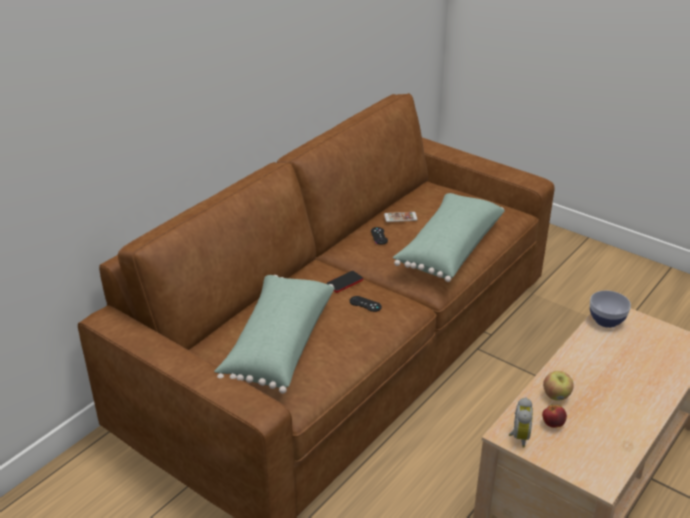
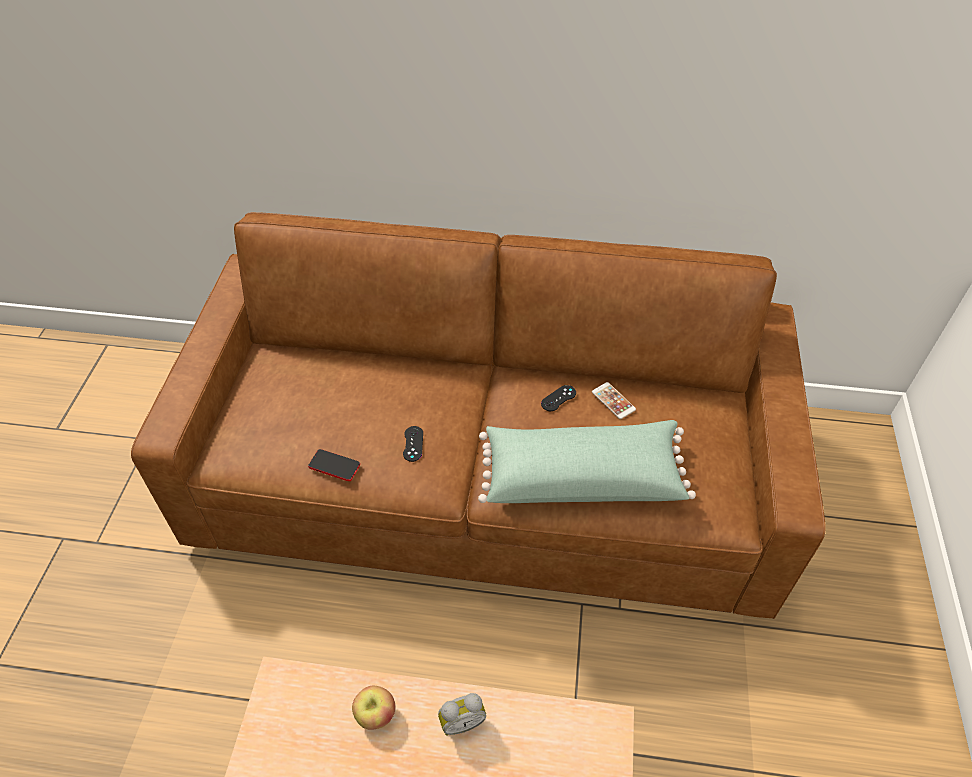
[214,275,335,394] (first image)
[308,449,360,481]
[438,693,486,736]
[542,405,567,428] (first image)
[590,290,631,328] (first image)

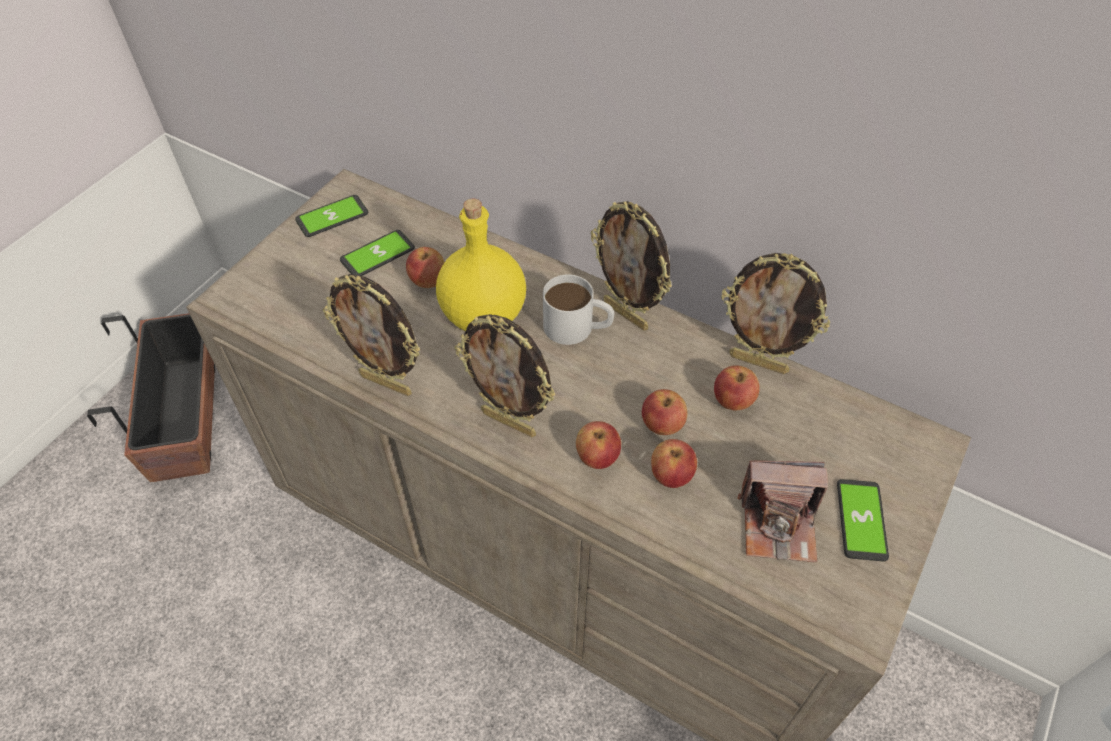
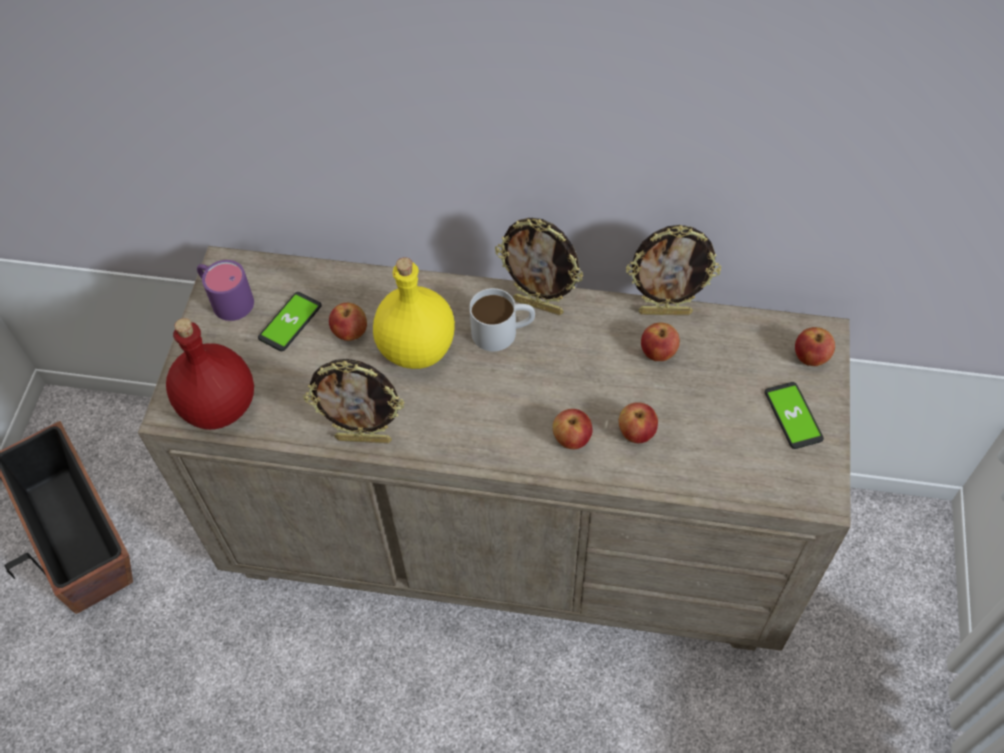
[197,260,254,321]
[455,314,555,437] (first image)
[795,327,835,366]
[737,461,828,562] (first image)
[166,318,254,430]

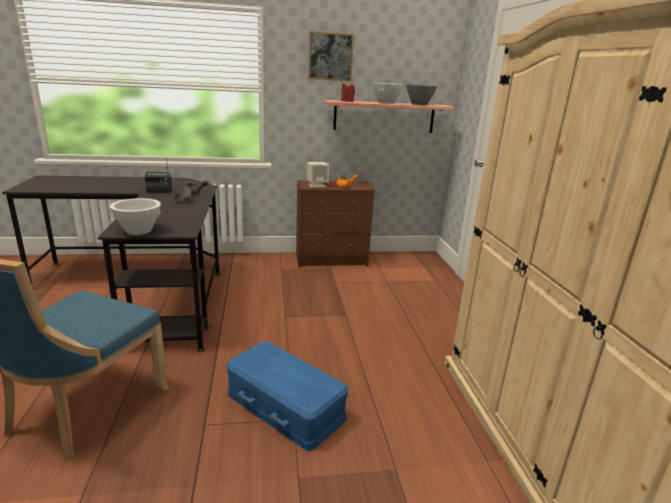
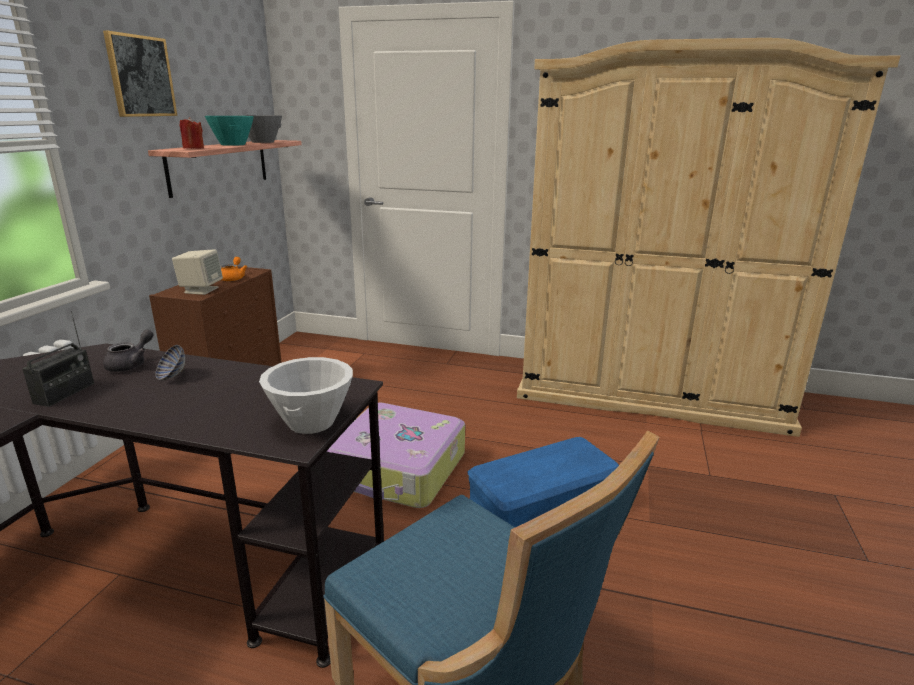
[205,116,254,146]
[326,403,465,508]

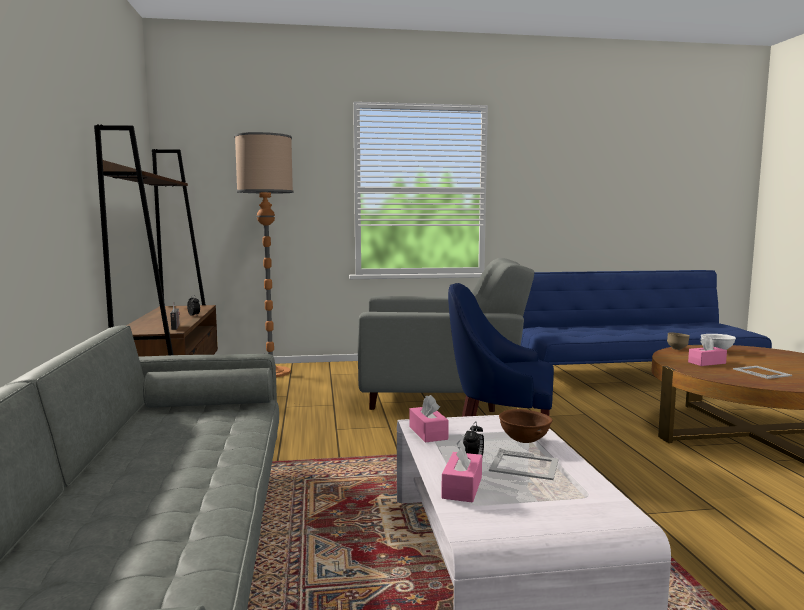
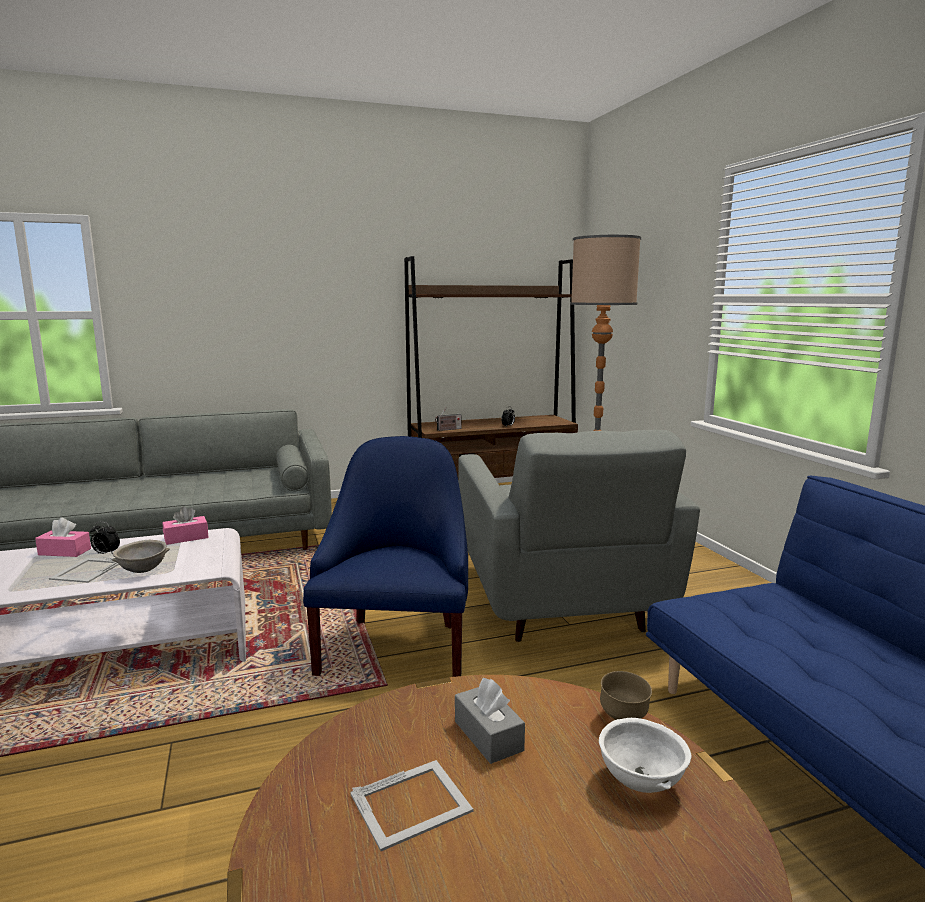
[112,540,170,573]
[455,678,525,764]

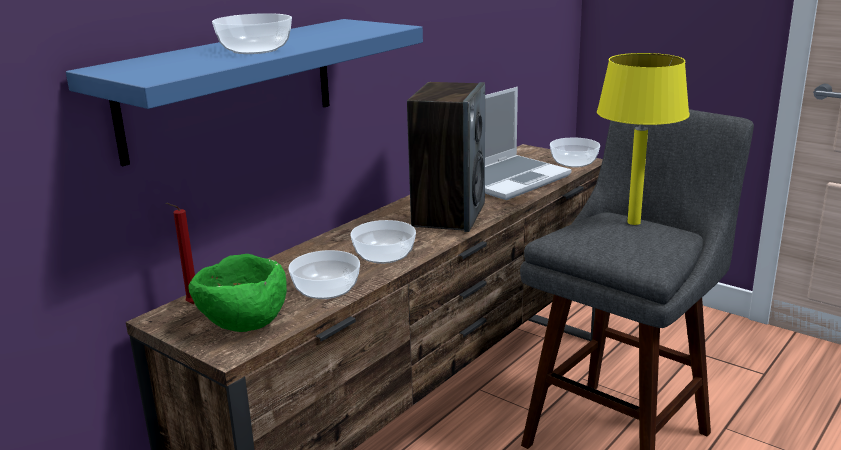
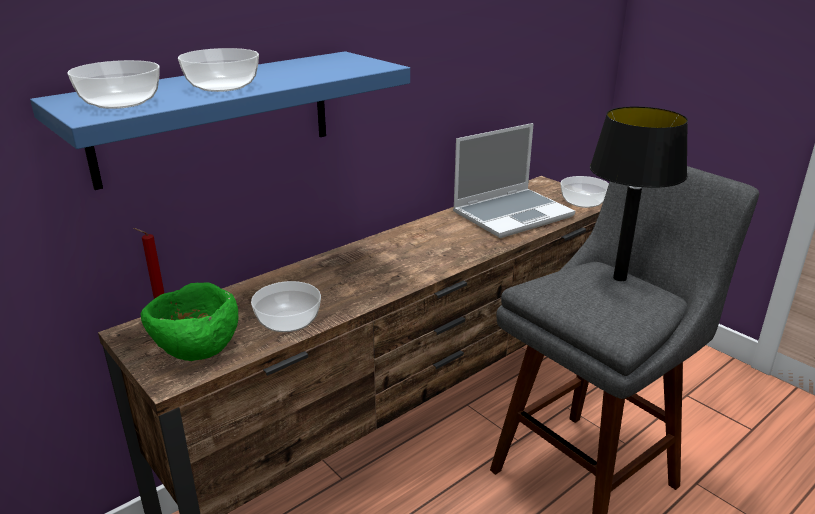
[67,60,160,109]
[407,82,485,232] (first image)
[590,106,688,281]

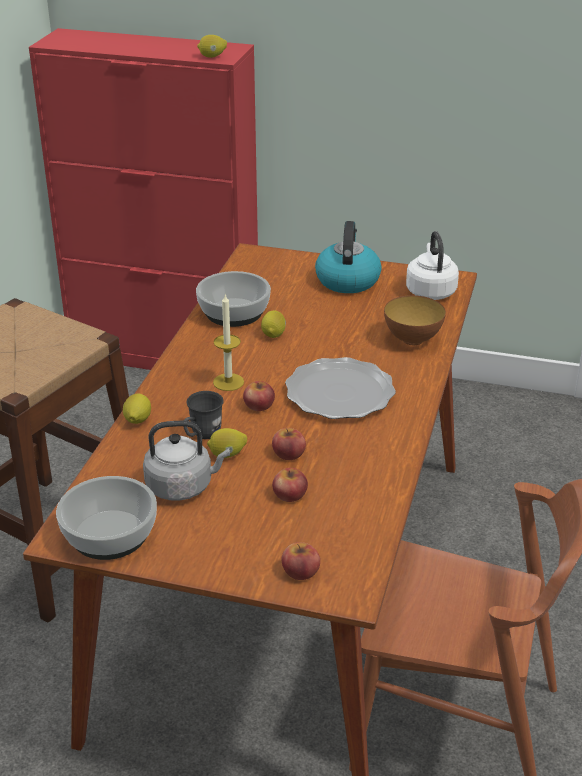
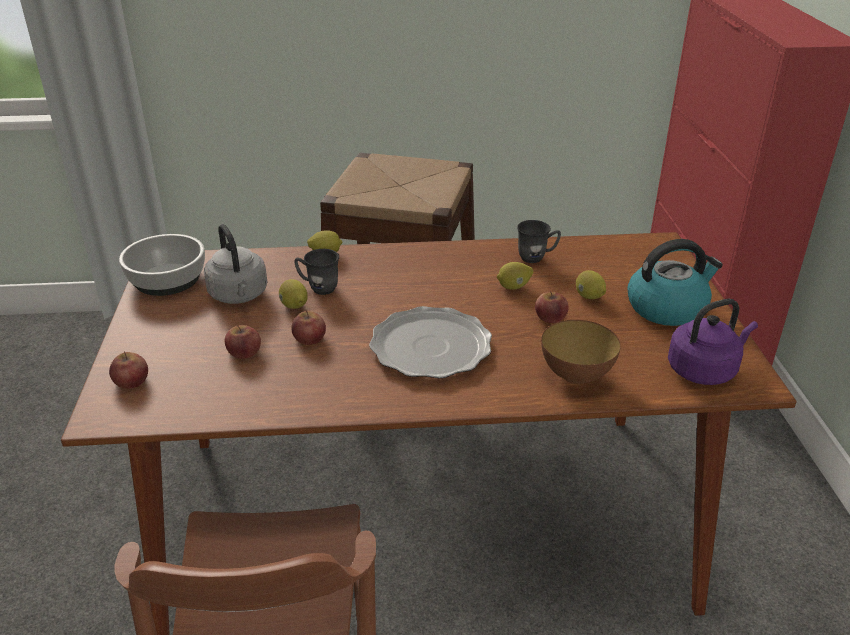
[517,220,561,263]
[576,270,606,299]
[213,293,244,391] (first image)
[535,291,569,323]
[668,299,758,385]

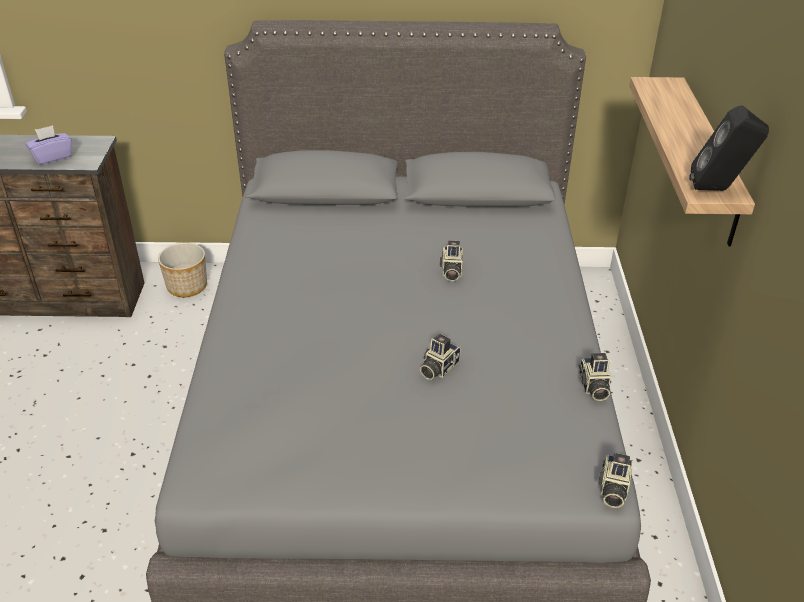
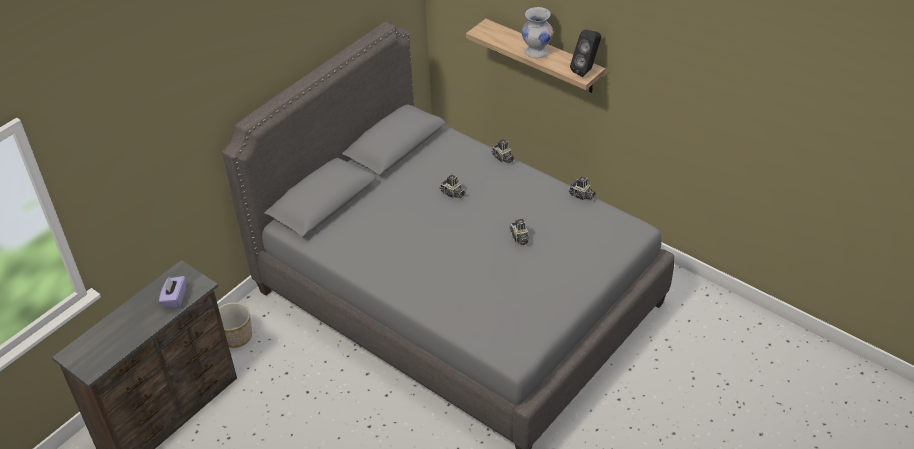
[491,139,514,164]
[522,7,553,58]

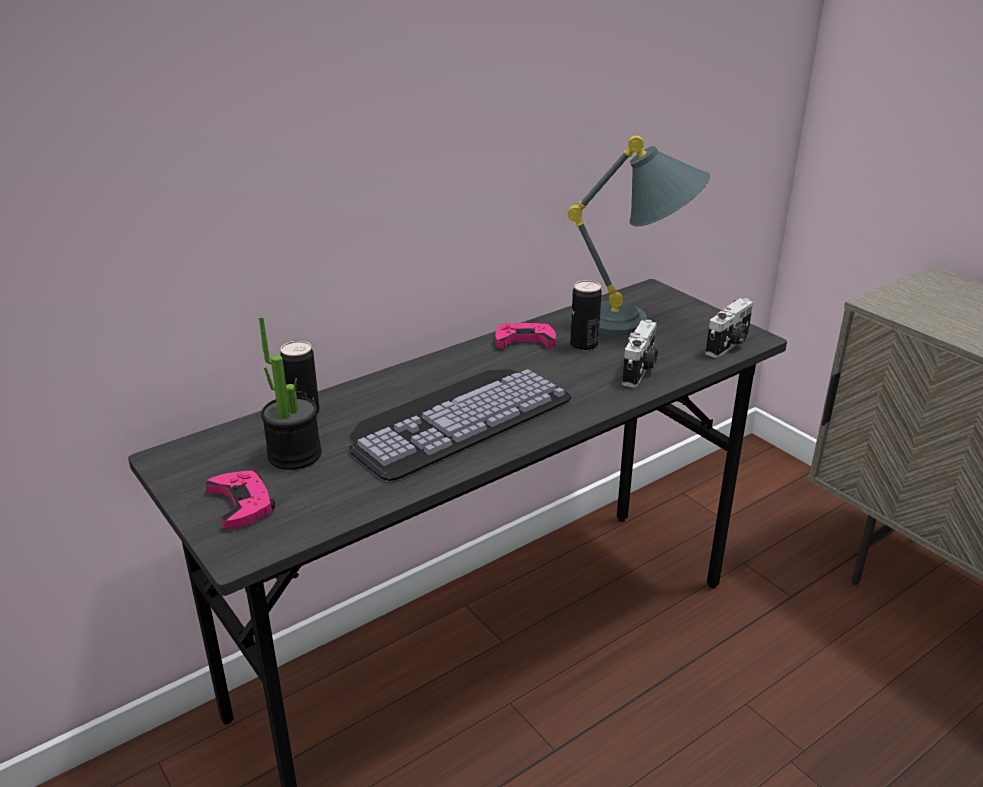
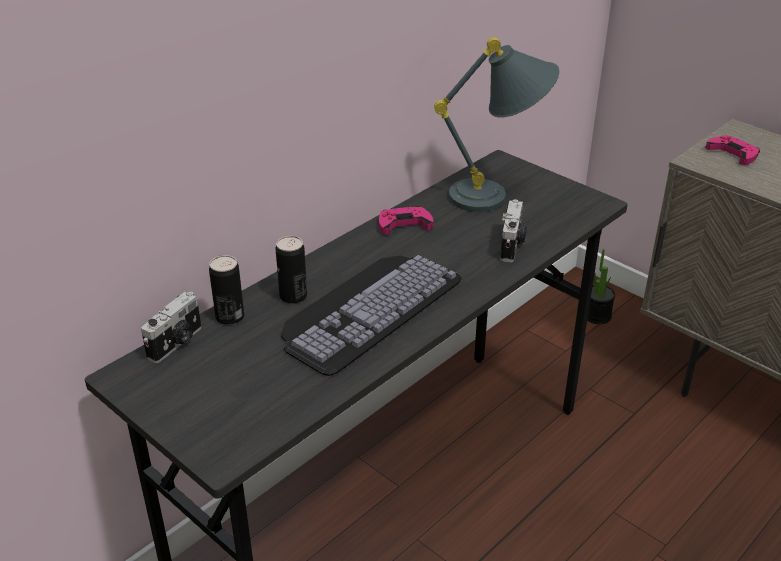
[705,135,760,165]
[587,249,615,324]
[276,236,307,304]
[141,292,201,364]

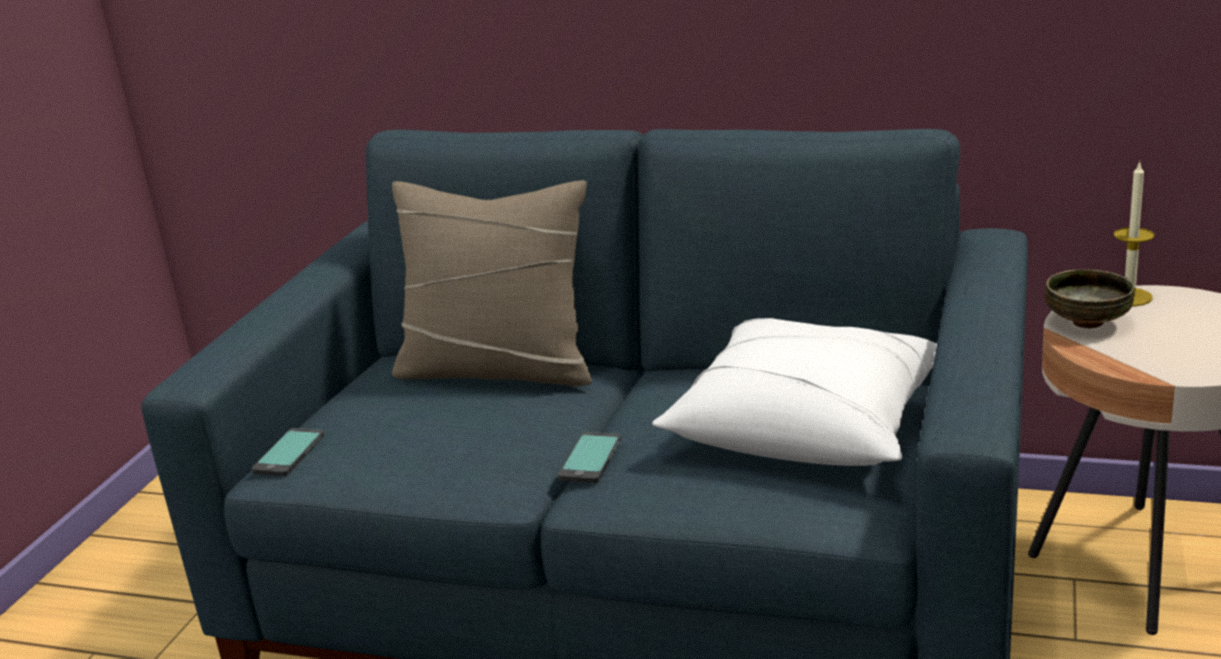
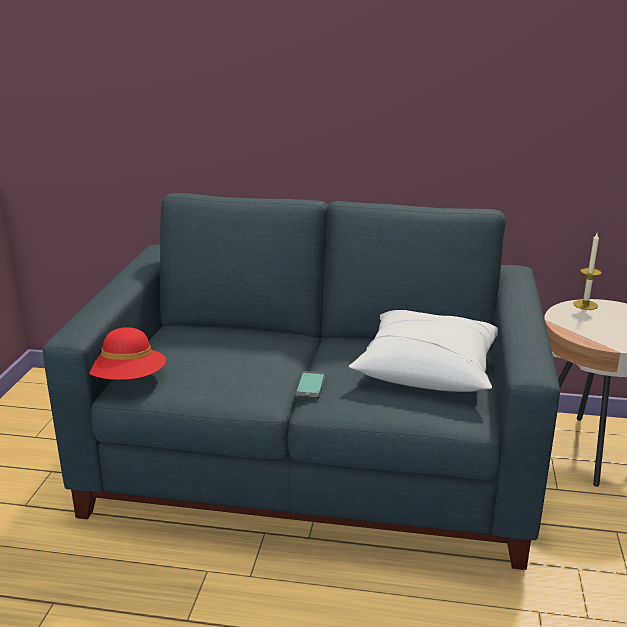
[89,327,166,380]
[392,180,592,386] (first image)
[1045,269,1134,328] (first image)

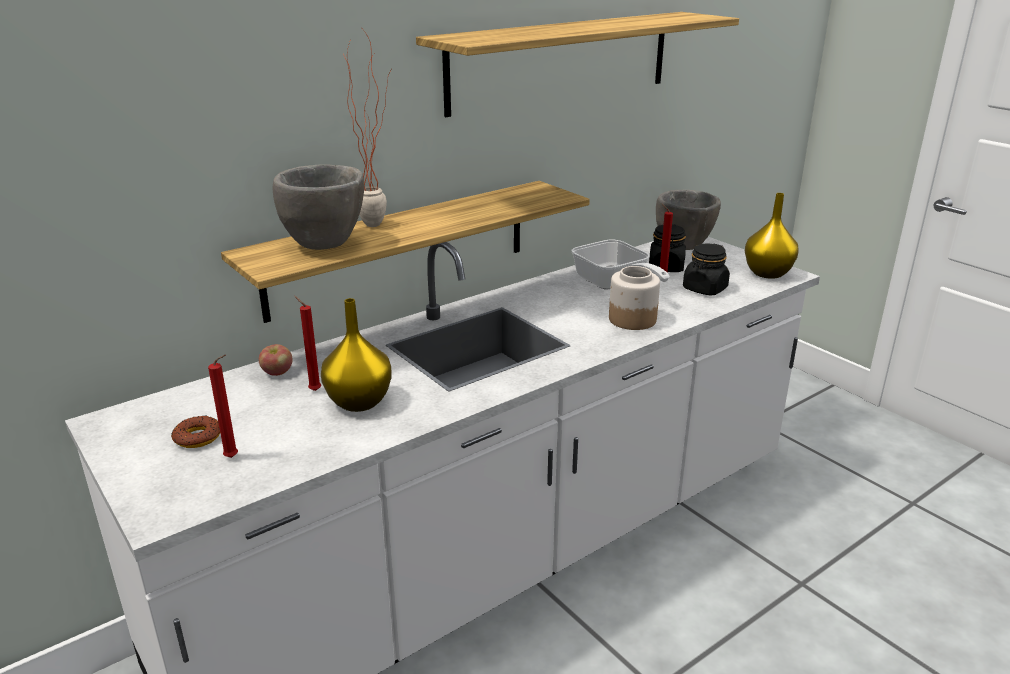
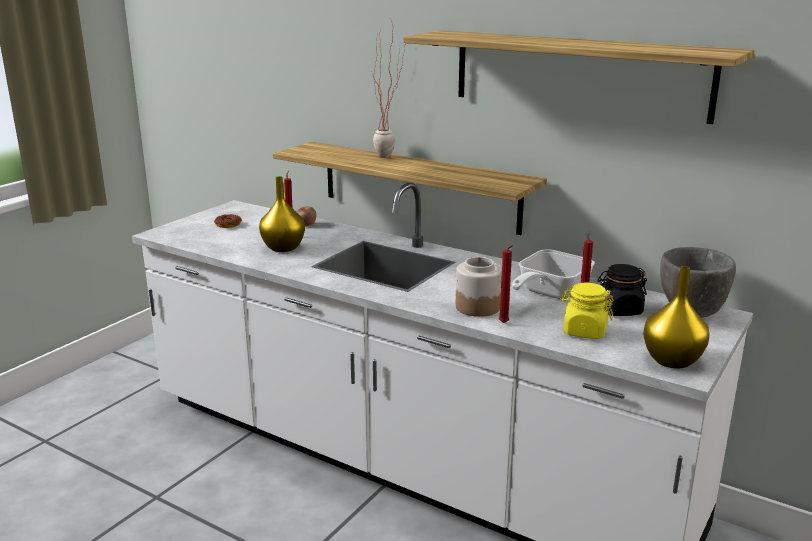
[499,245,512,323]
[273,164,364,250] (first image)
[561,283,614,339]

